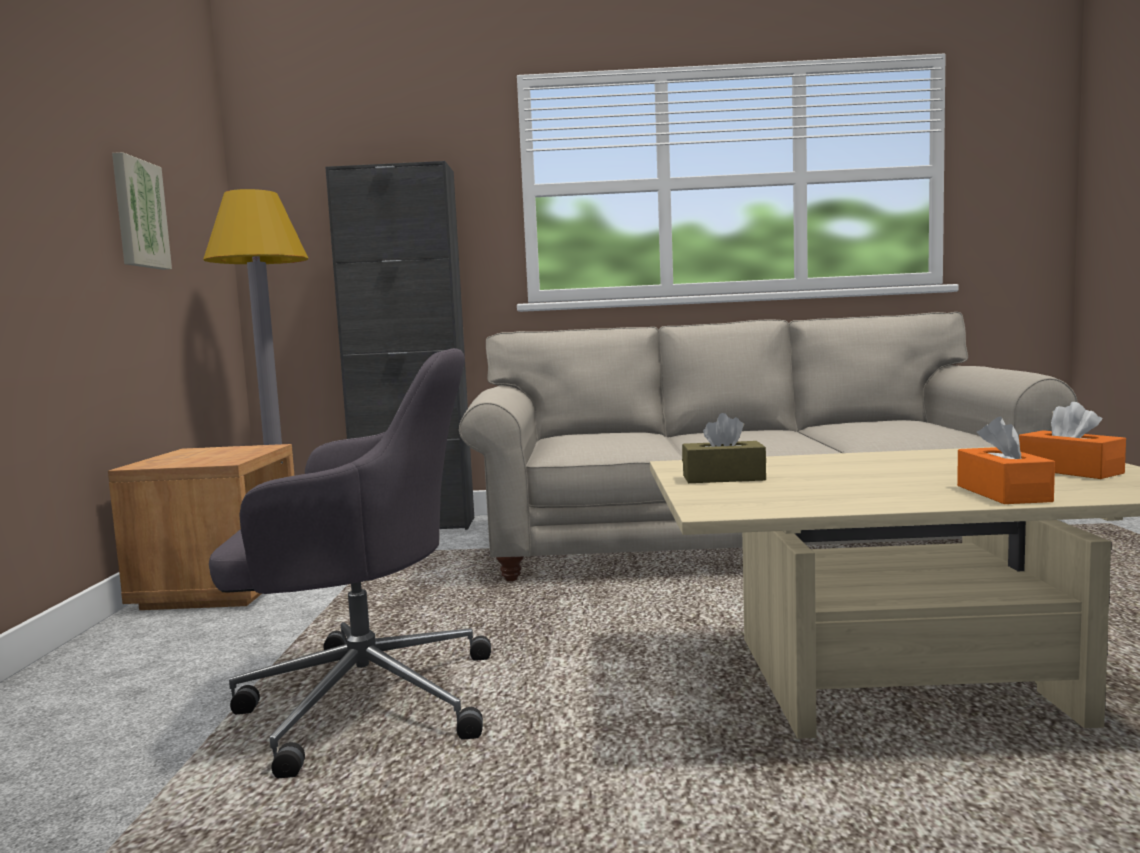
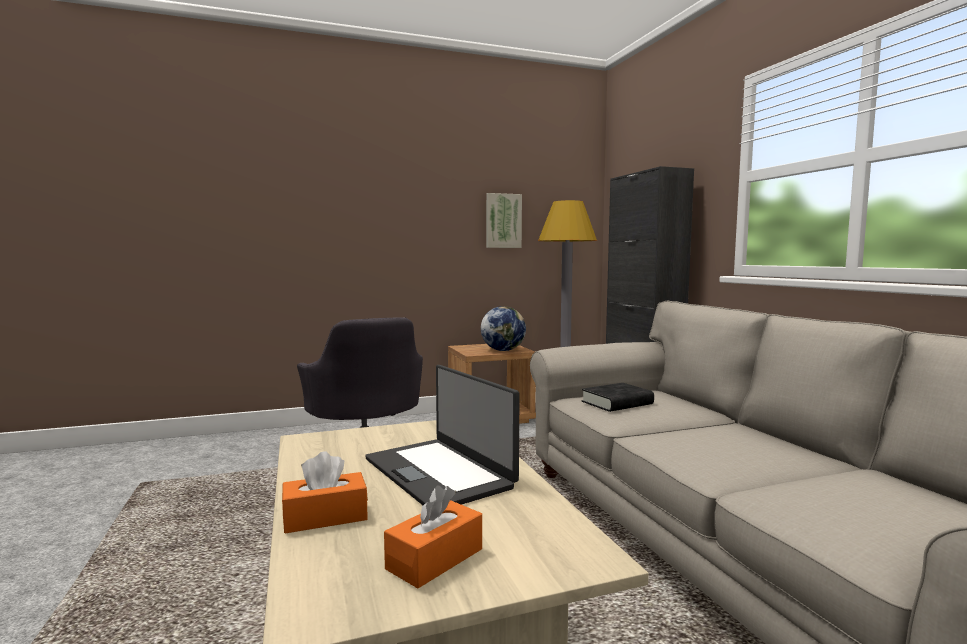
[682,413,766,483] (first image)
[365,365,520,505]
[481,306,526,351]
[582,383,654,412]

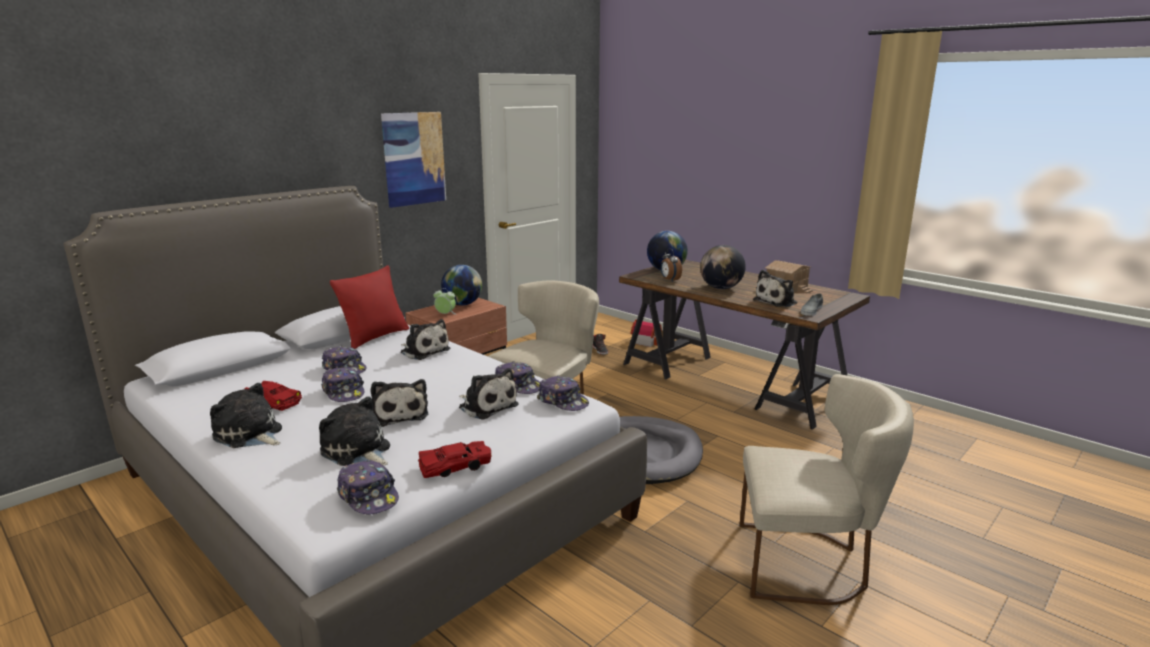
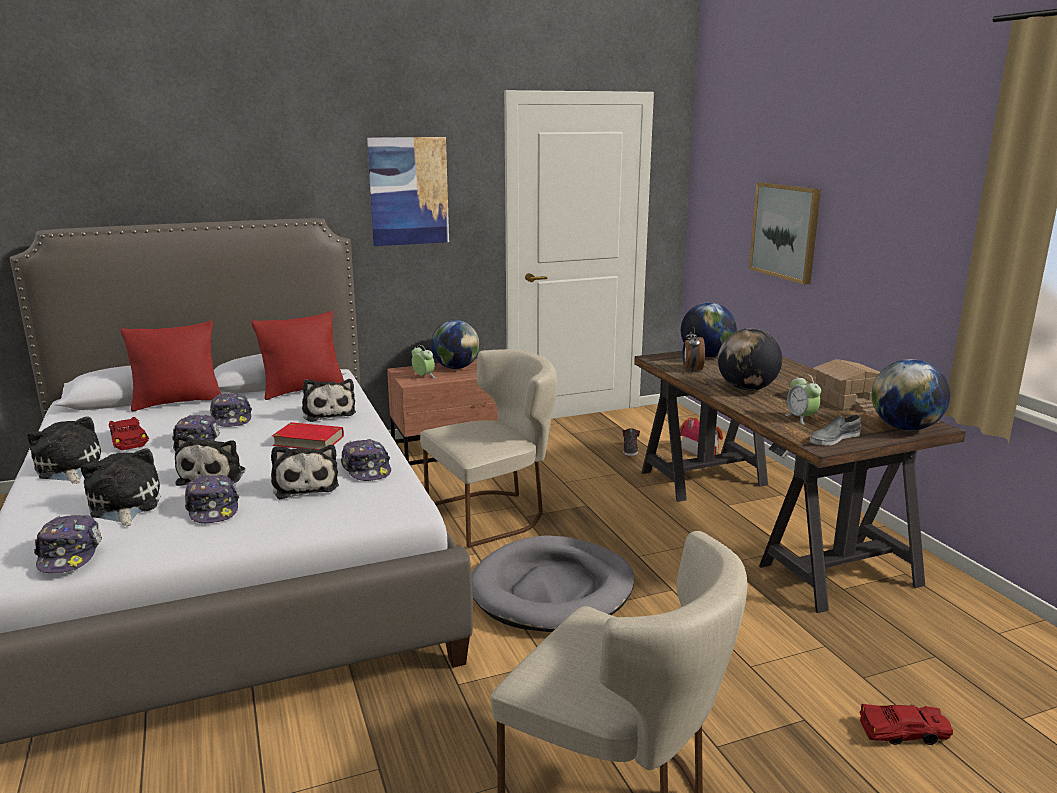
[860,704,953,745]
[185,475,239,523]
[785,374,821,425]
[121,321,221,412]
[272,422,344,450]
[749,182,821,285]
[872,359,950,431]

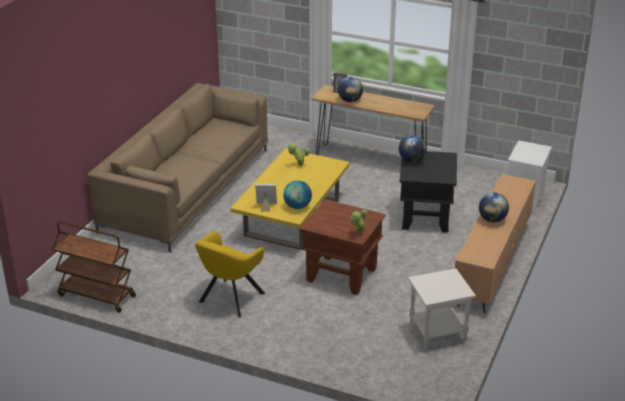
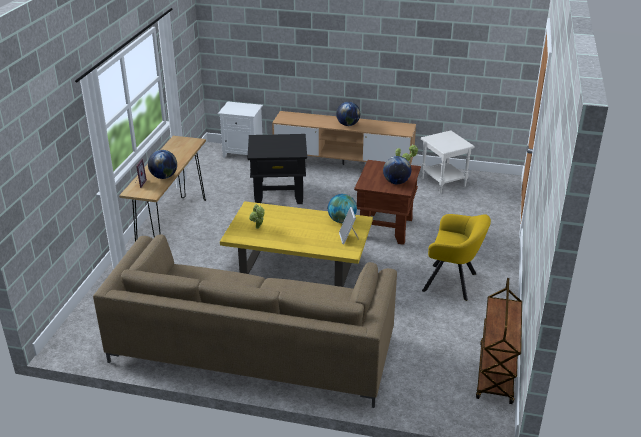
[383,156,411,184]

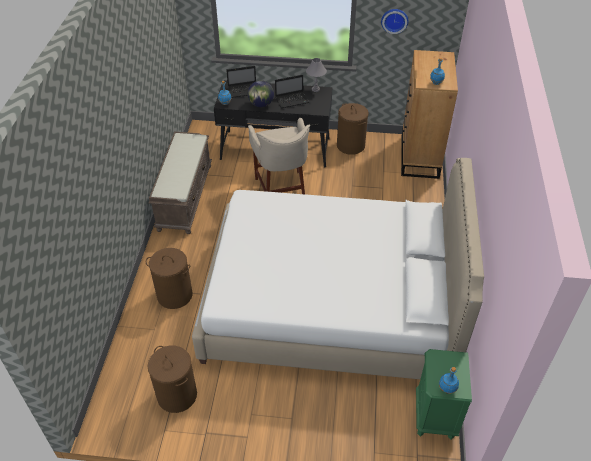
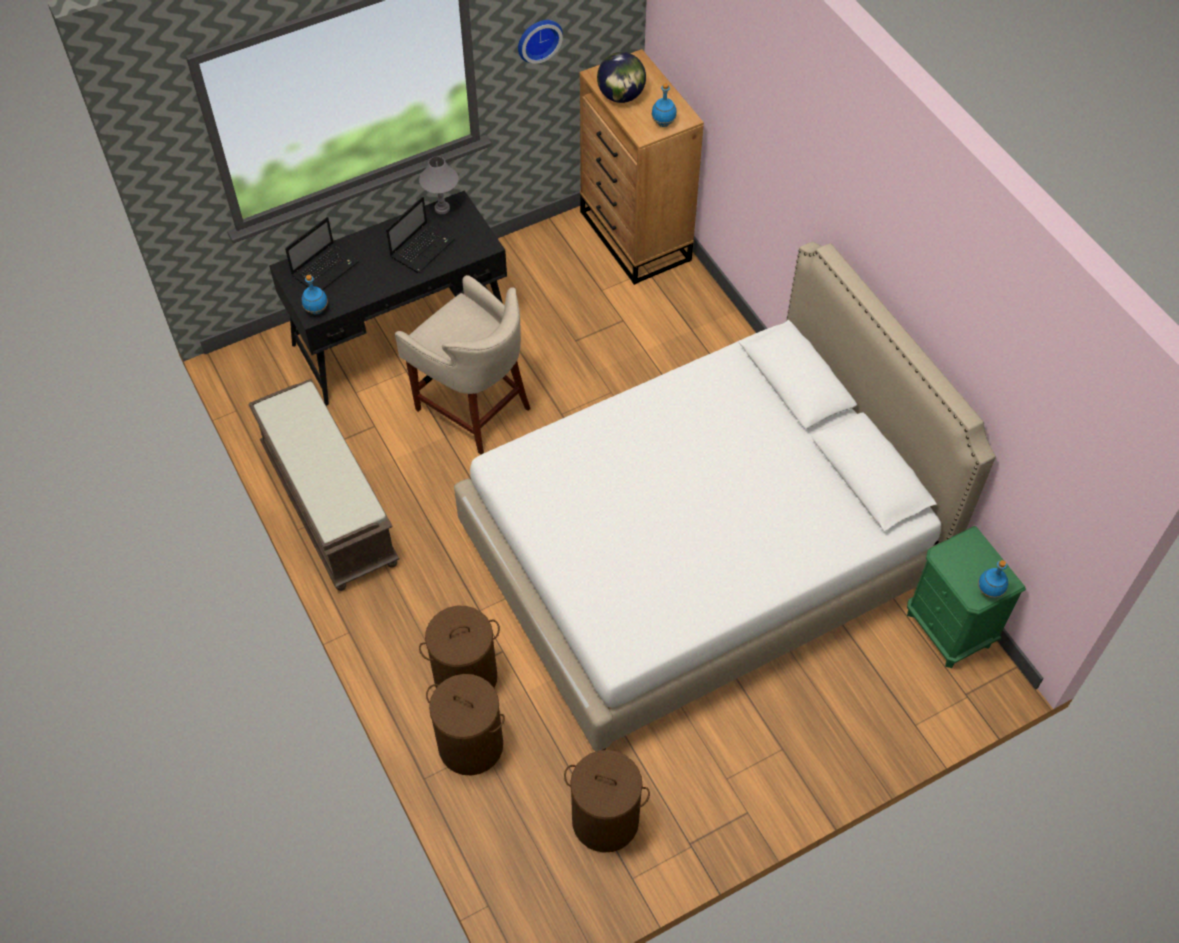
[597,52,646,103]
[426,674,505,776]

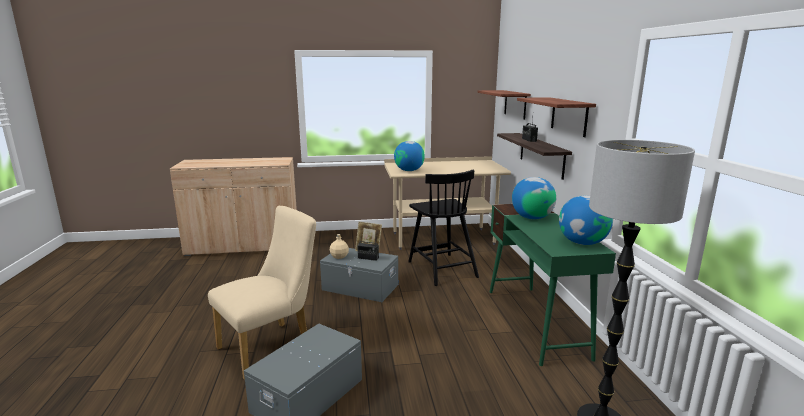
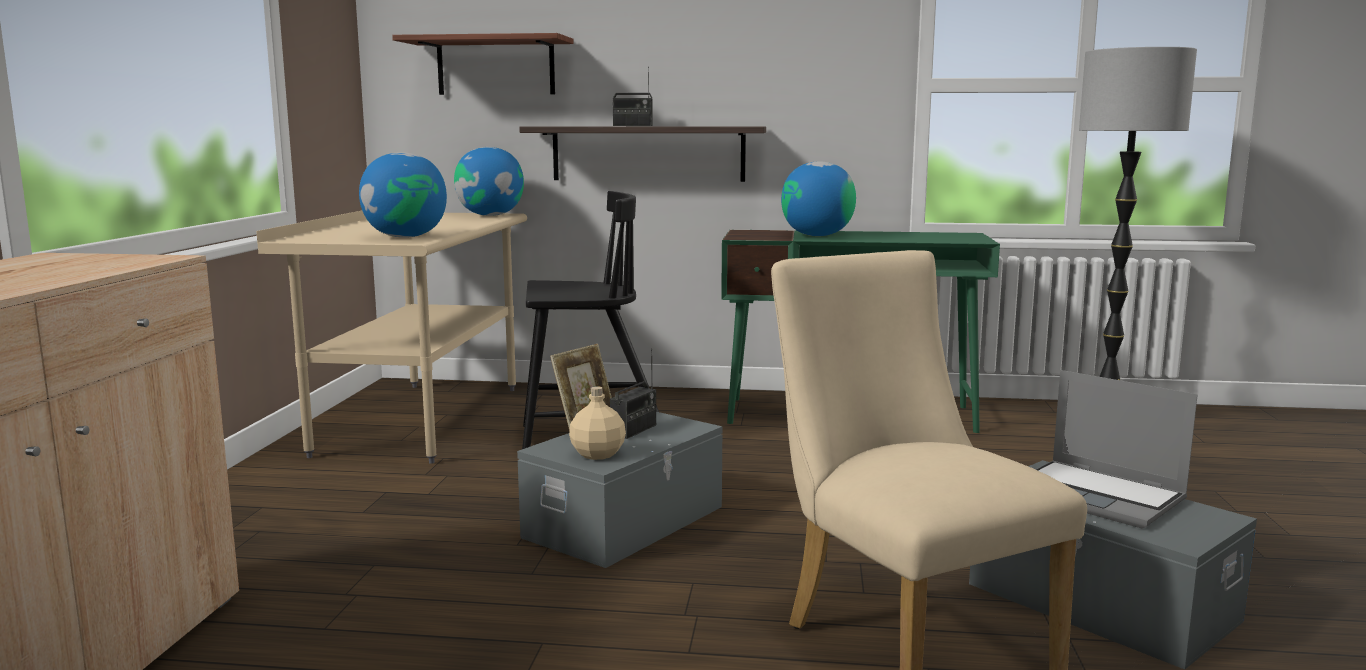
[517,97,596,137] (first image)
[454,147,524,216]
[1035,370,1198,529]

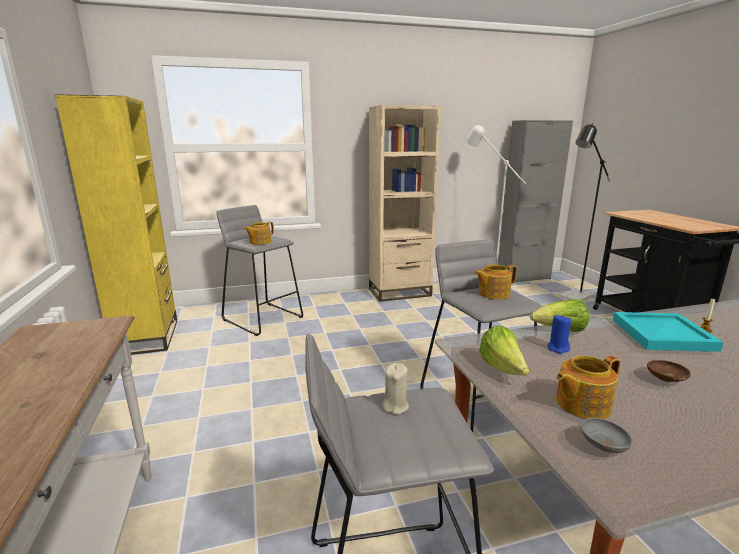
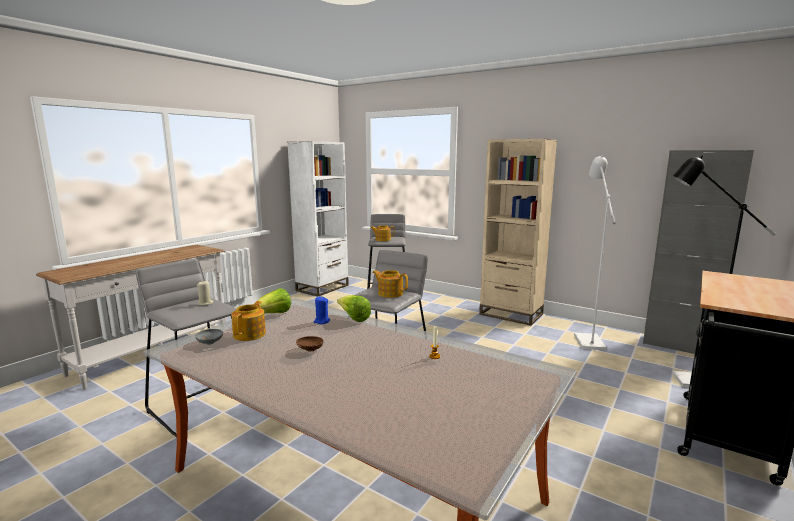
[287,141,349,296]
[231,301,266,341]
[613,312,724,352] (first image)

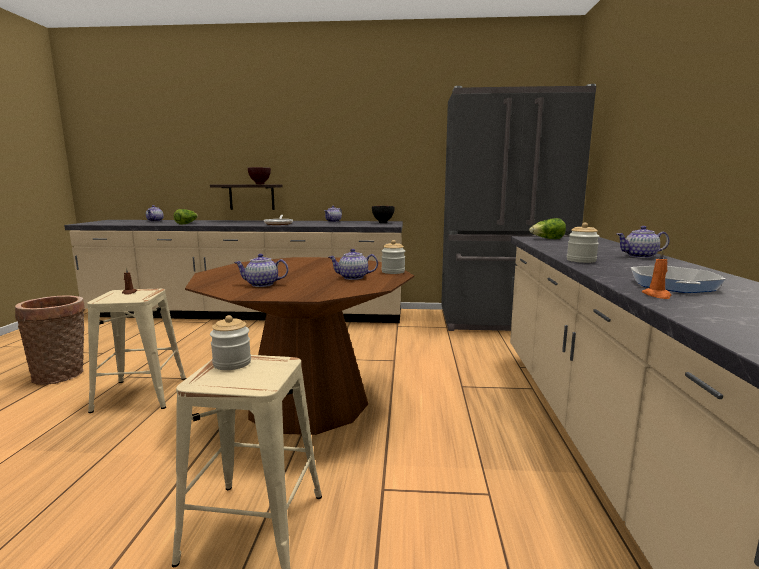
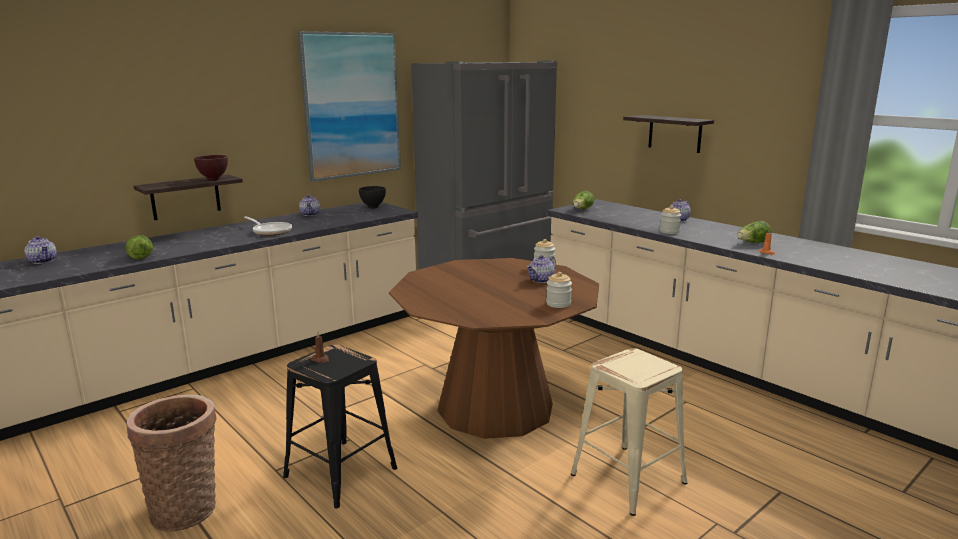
[283,345,397,508]
[546,272,572,308]
[234,254,288,287] (first image)
[737,221,772,243]
[298,31,401,182]
[623,115,714,153]

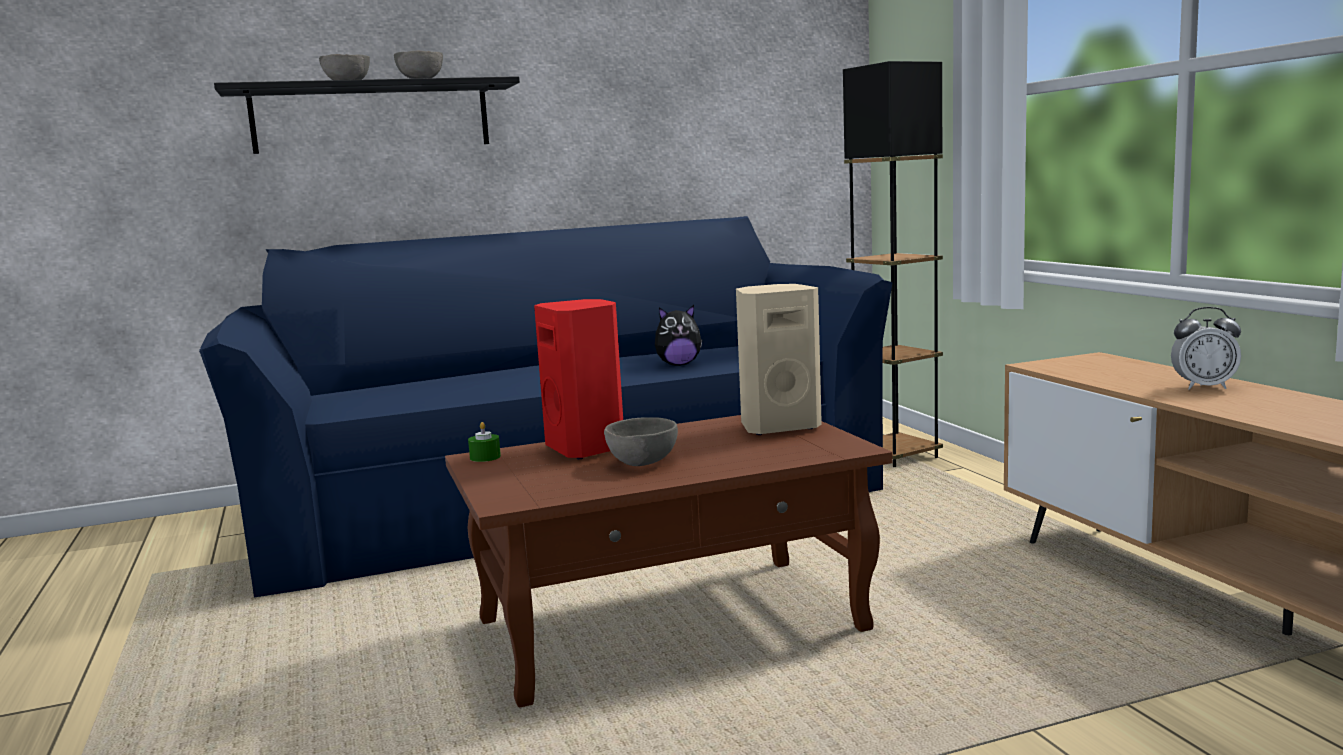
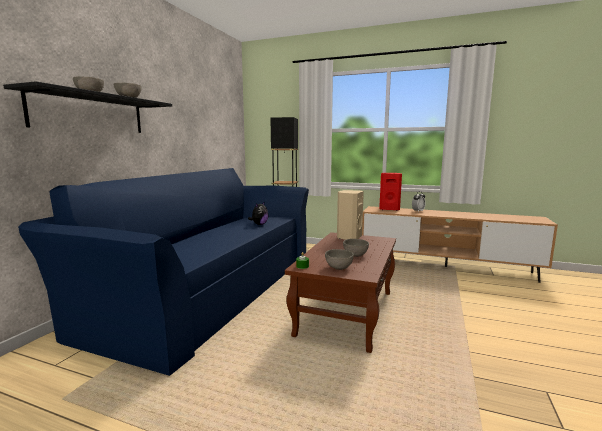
[379,173,402,211]
[325,249,354,270]

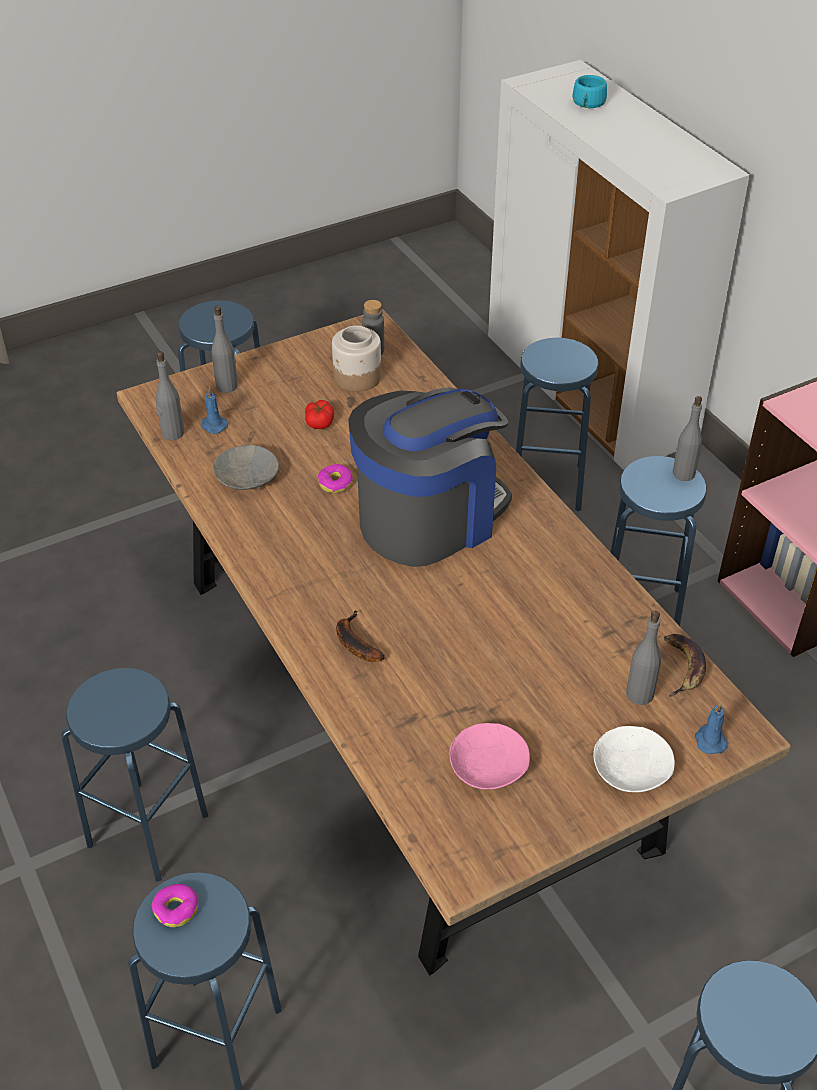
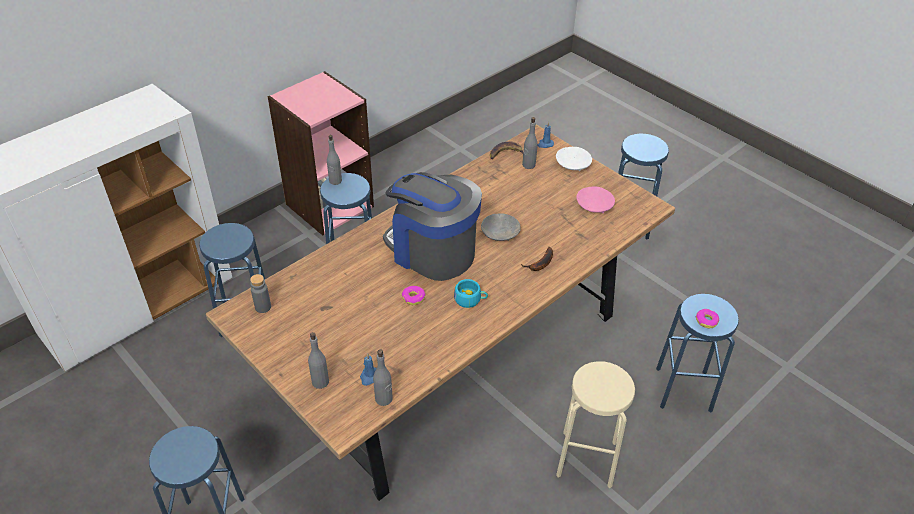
[556,361,635,488]
[481,214,521,241]
[305,400,334,429] (first image)
[332,325,381,392] (first image)
[454,279,488,308]

